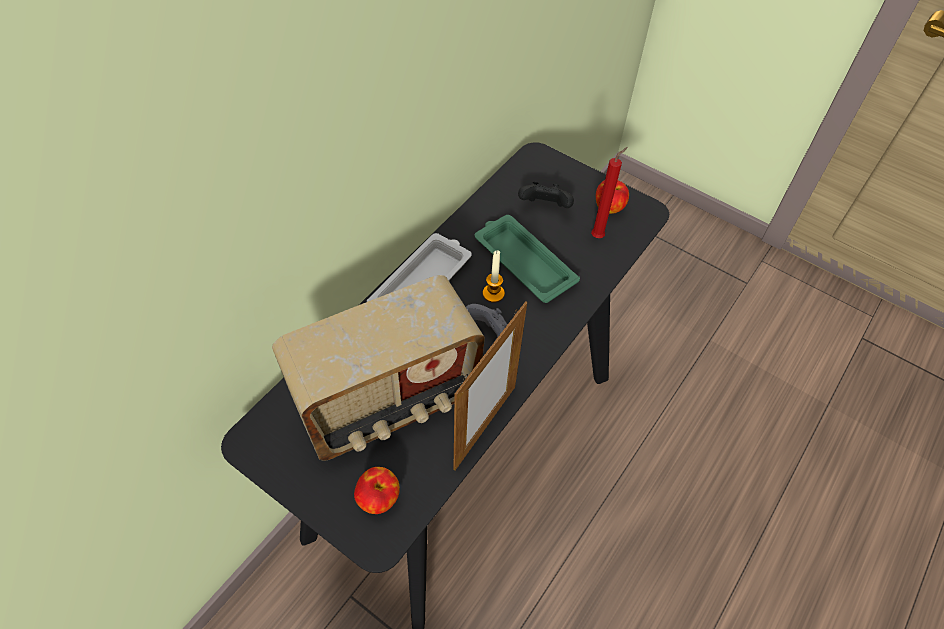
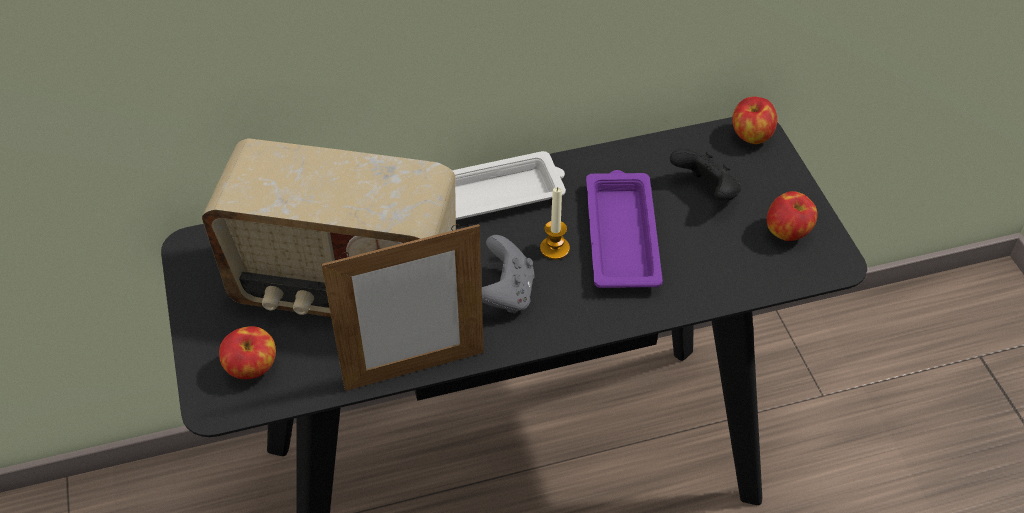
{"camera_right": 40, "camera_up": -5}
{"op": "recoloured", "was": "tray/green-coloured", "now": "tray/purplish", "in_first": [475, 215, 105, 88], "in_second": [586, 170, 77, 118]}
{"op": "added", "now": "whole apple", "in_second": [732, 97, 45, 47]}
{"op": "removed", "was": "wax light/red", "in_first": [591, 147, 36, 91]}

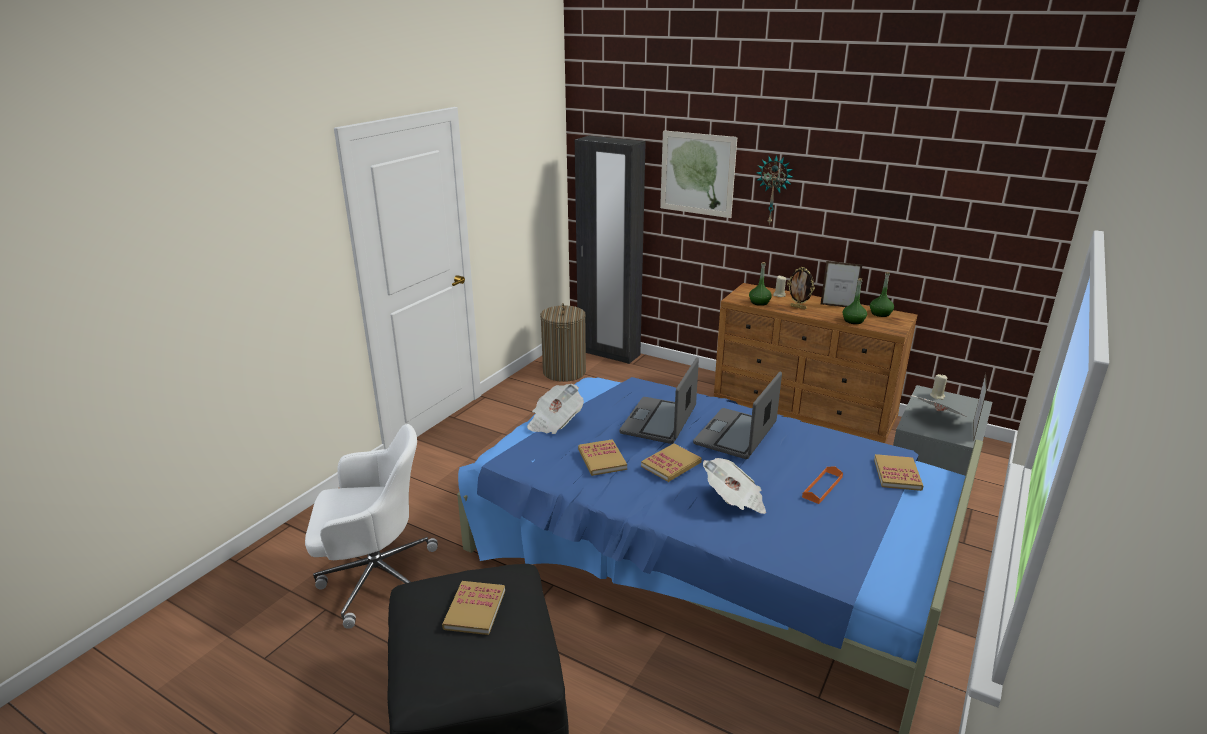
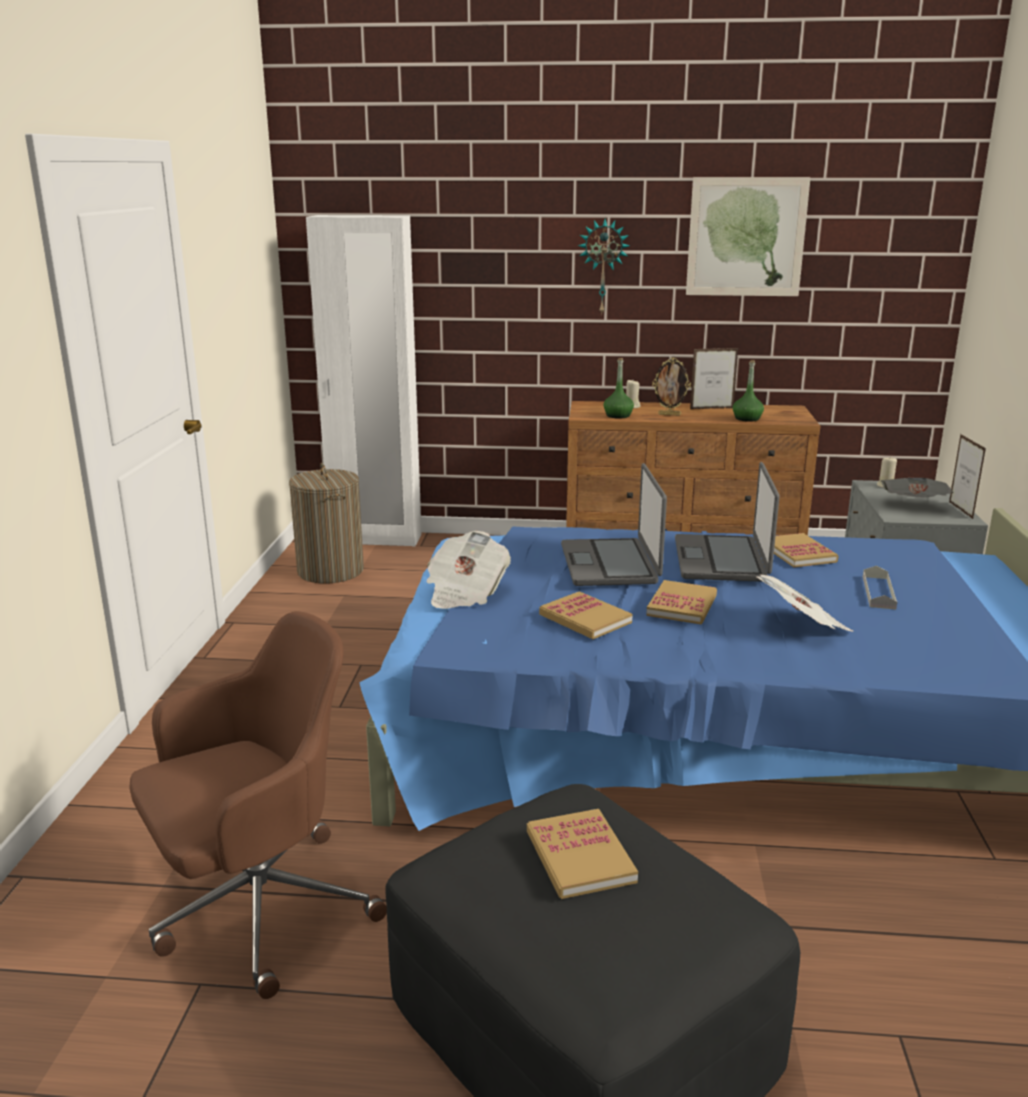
{"camera_right": -25, "camera_up": -5}
{"op": "recoloured", "was": "desk chair/white-coloured", "now": "desk chair/brownish", "in_first": [305, 424, 133, 205], "in_second": [129, 611, 258, 388]}
{"op": "recoloured", "was": "armoire/black", "now": "armoire/white-coloured", "in_first": [575, 136, 71, 228], "in_second": [306, 215, 116, 332]}
{"op": "moved", "was": "wall picture", "in_first": [660, 130, 77, 88], "in_second": [686, 177, 125, 119]}
{"op": "moved", "was": "volume", "in_first": [874, 454, 49, 37], "in_second": [774, 533, 65, 34]}
{"op": "recoloured", "was": "tray/orange-coloured", "now": "tray/gray", "in_first": [802, 466, 41, 38], "in_second": [863, 566, 34, 43]}
{"op": "removed", "was": "bottle/green-coloured", "in_first": [870, 272, 24, 45]}

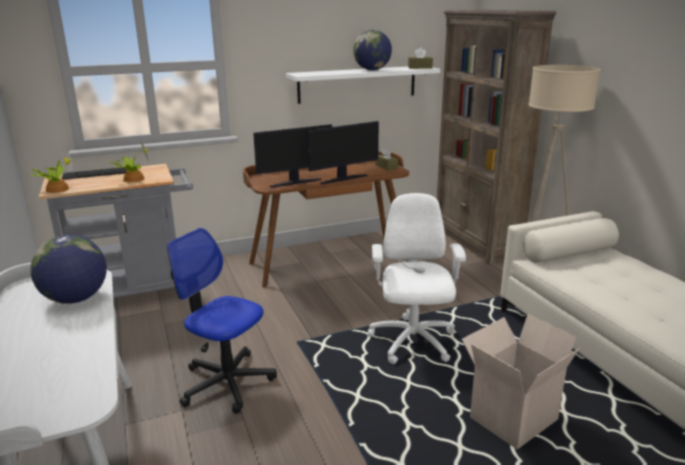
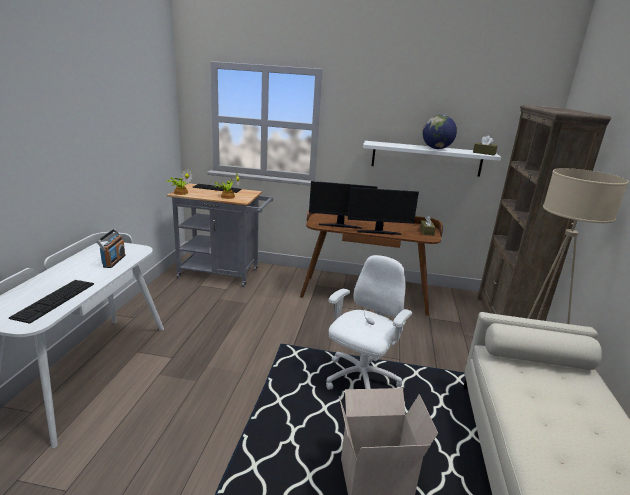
{"camera_right": 30, "camera_up": 0}
{"op": "added", "now": "computer keyboard", "in_second": [9, 280, 85, 44]}
{"op": "replaced", "was": "world globe", "now": "radio", "in_first": [30, 235, 77, 69], "in_second": [97, 229, 29, 39]}
{"op": "removed", "was": "desk chair", "in_first": [167, 228, 110, 186]}

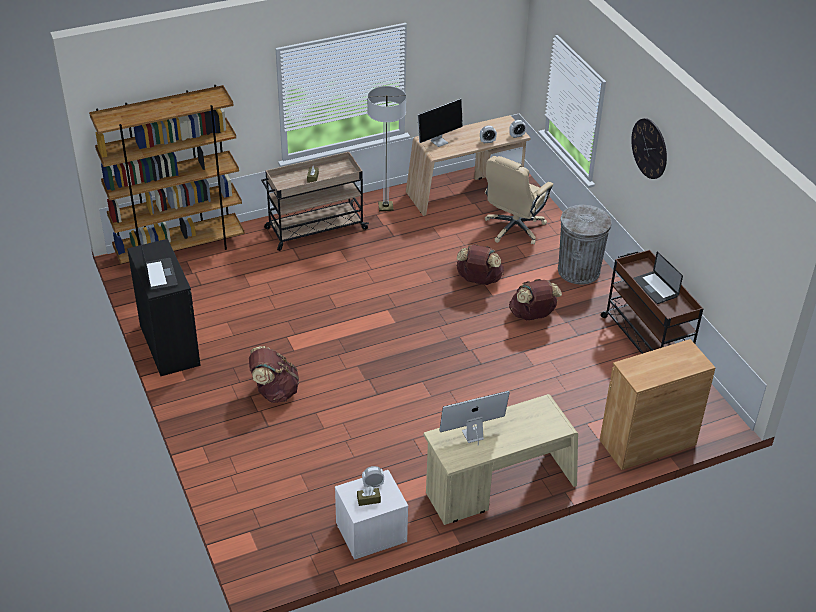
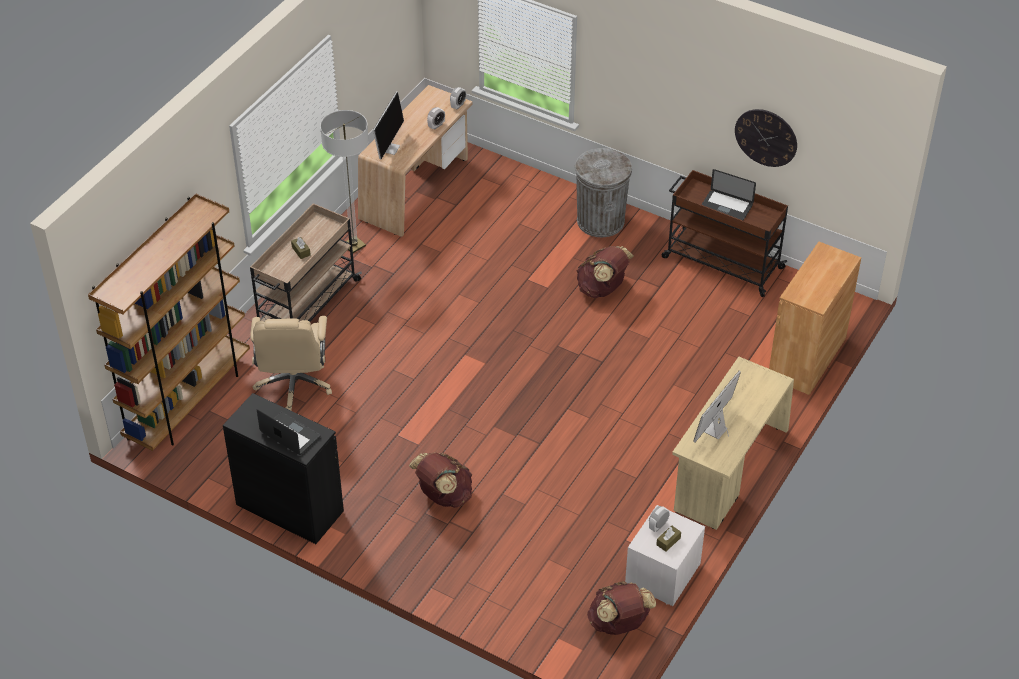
{"camera_right": -35, "camera_up": 5}
{"op": "moved", "was": "desk chair/sand-coloured", "in_first": [485, 156, 68, 89], "in_second": [250, 316, 82, 95]}
{"op": "moved", "was": "backpack/brownish", "in_first": [456, 244, 48, 41], "in_second": [587, 581, 69, 54]}
{"op": "moved", "was": "clock on the wall", "in_first": [631, 118, 36, 61], "in_second": [735, 109, 62, 58]}

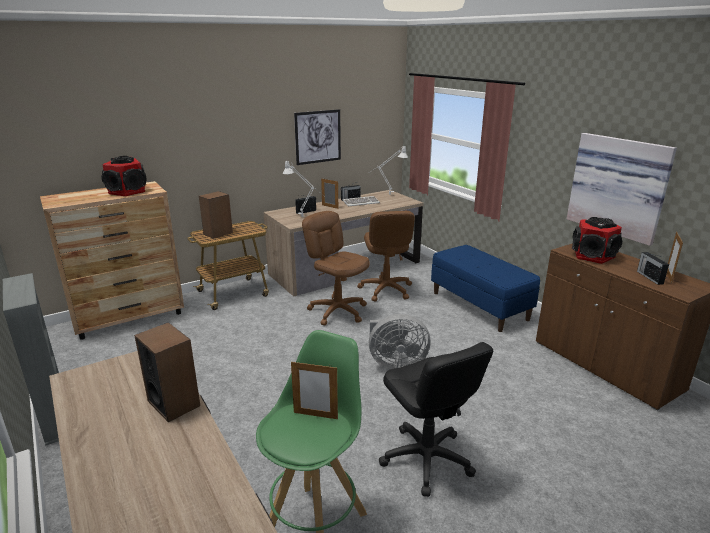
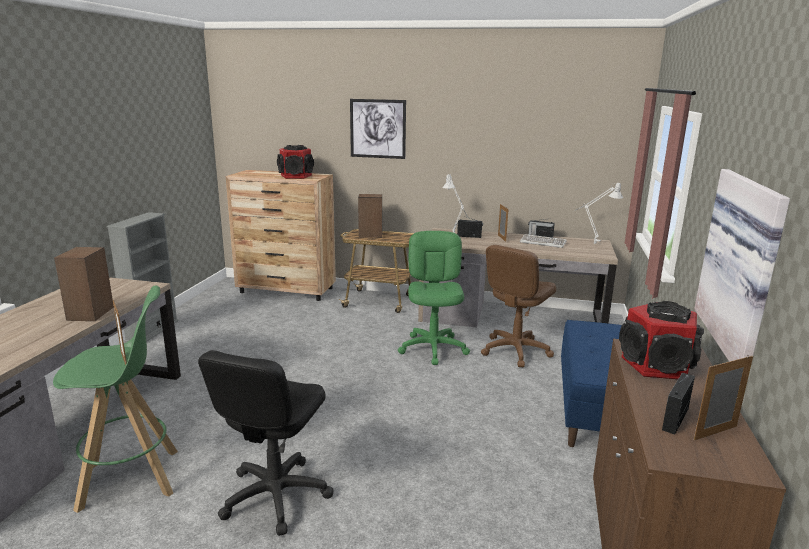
{"camera_right": 45, "camera_up": -5}
{"op": "moved", "was": "wall picture", "in_first": [294, 109, 47, 56], "in_second": [350, 99, 56, 60]}
{"op": "recoloured", "was": "desk chair/brownish", "now": "desk chair/green-coloured", "in_first": [302, 211, 68, 114], "in_second": [398, 231, 72, 134]}
{"op": "removed", "was": "electric fan/gray", "in_first": [369, 314, 61, 55]}

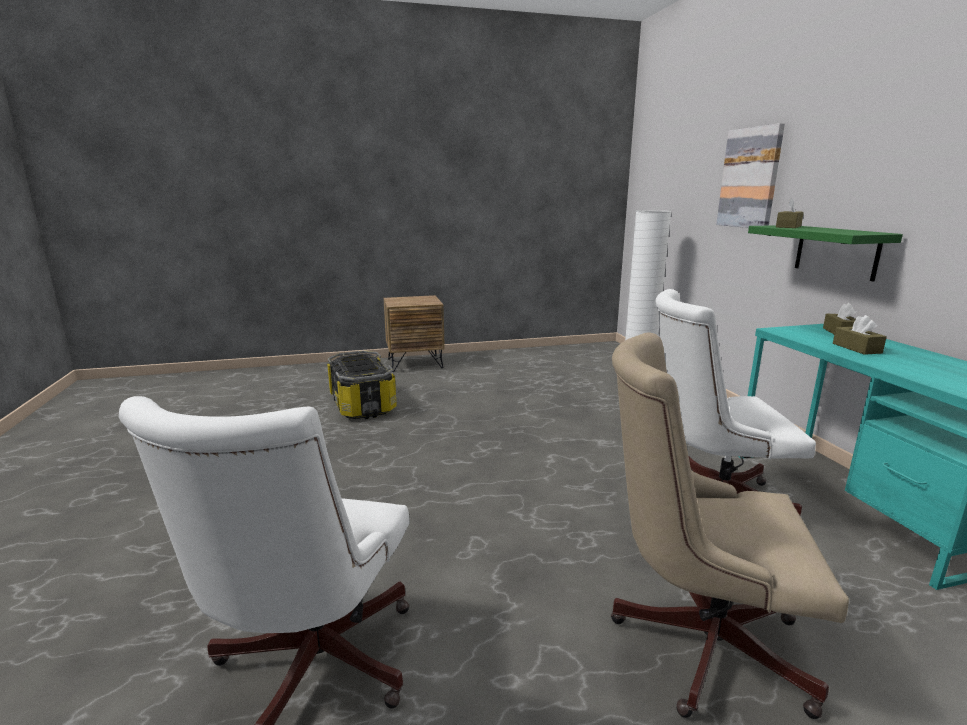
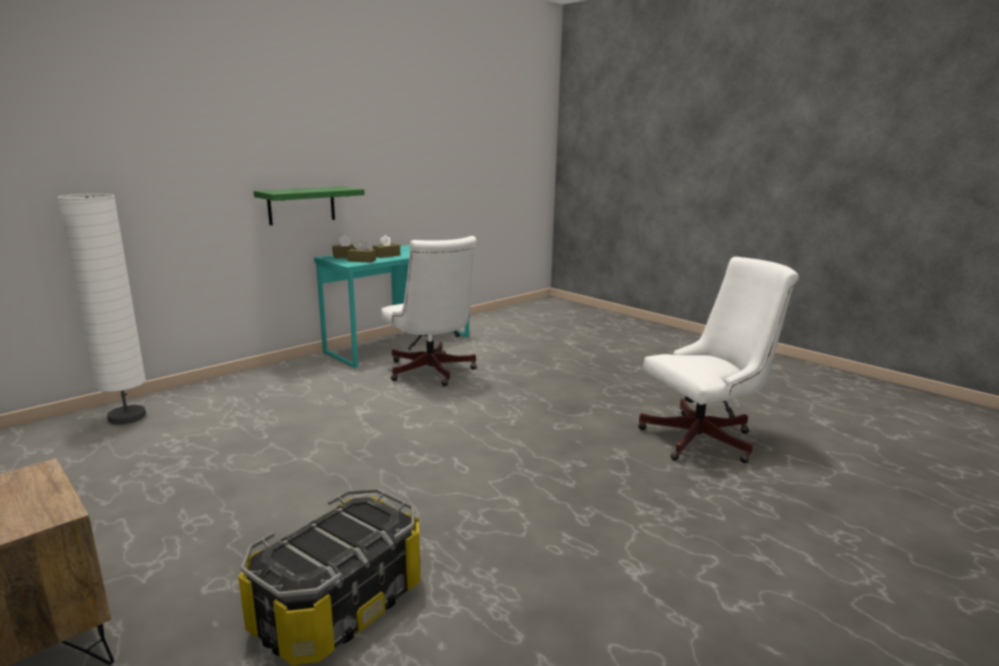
{"camera_right": -120, "camera_up": 0}
{"op": "moved", "was": "tissue holder/brownish", "in_first": [776, 198, 28, 30], "in_second": [347, 239, 29, 24]}
{"op": "removed", "was": "desk chair/sand-coloured", "in_first": [611, 332, 238, 387]}
{"op": "removed", "was": "wall picture", "in_first": [716, 123, 69, 105]}

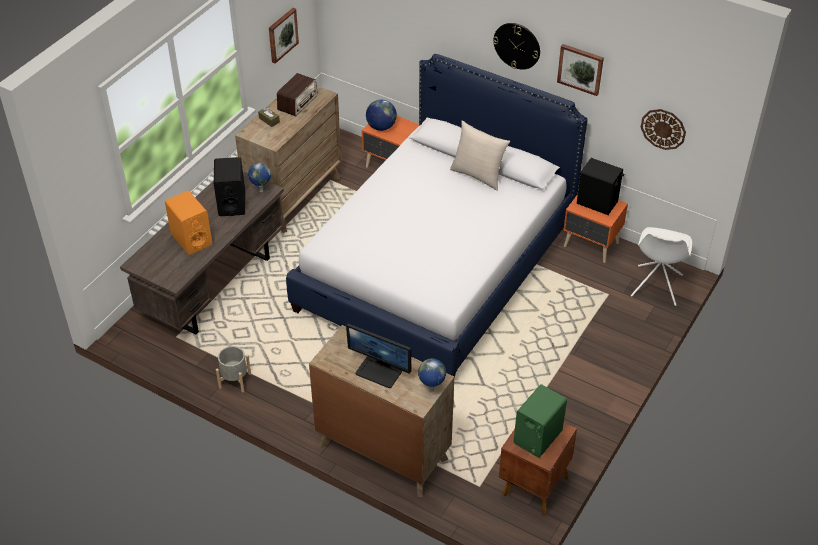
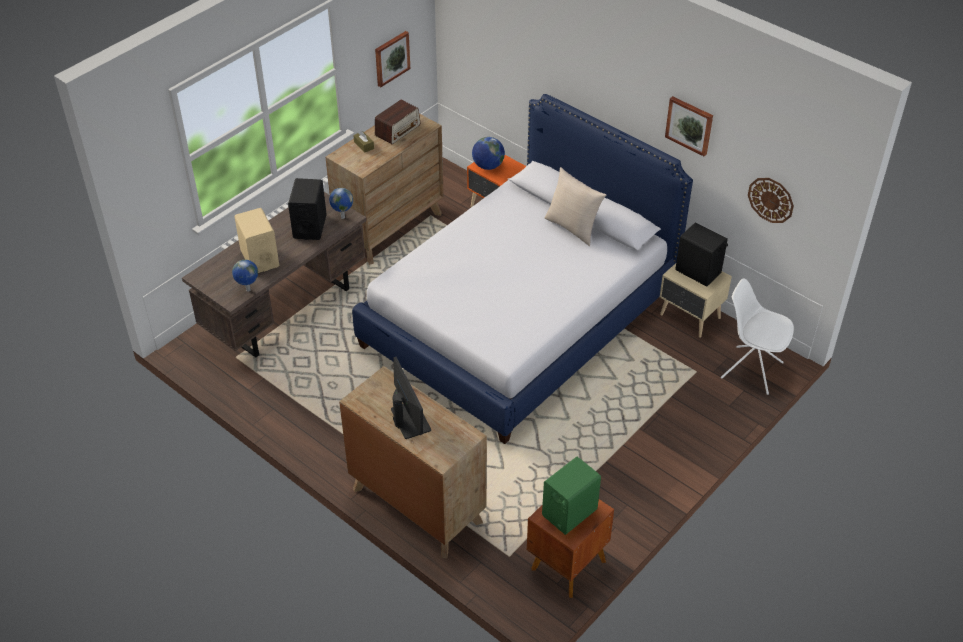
{"camera_right": 10, "camera_up": 0}
{"op": "moved", "was": "world globe", "in_first": [418, 359, 28, 33], "in_second": [232, 260, 26, 32]}
{"op": "recoloured", "was": "audio speaker/orange-coloured", "now": "audio speaker/sand-coloured", "in_first": [165, 191, 47, 64], "in_second": [234, 208, 45, 65]}
{"op": "turned", "was": "computer screen", "in_first": [346, 324, 65, 64], "in_second": [391, 357, 40, 82], "clockwise": -150}
{"op": "recoloured", "was": "night table/orange-coloured", "now": "night table/sand-coloured", "in_first": [564, 194, 64, 69], "in_second": [660, 263, 72, 75]}
{"op": "turned", "was": "chair/white-coloured", "in_first": [631, 227, 61, 79], "in_second": [721, 279, 73, 116], "clockwise": 90}
{"op": "removed", "was": "plant pot/gray", "in_first": [216, 346, 35, 47]}
{"op": "removed", "was": "clock on the wall", "in_first": [493, 23, 47, 47]}

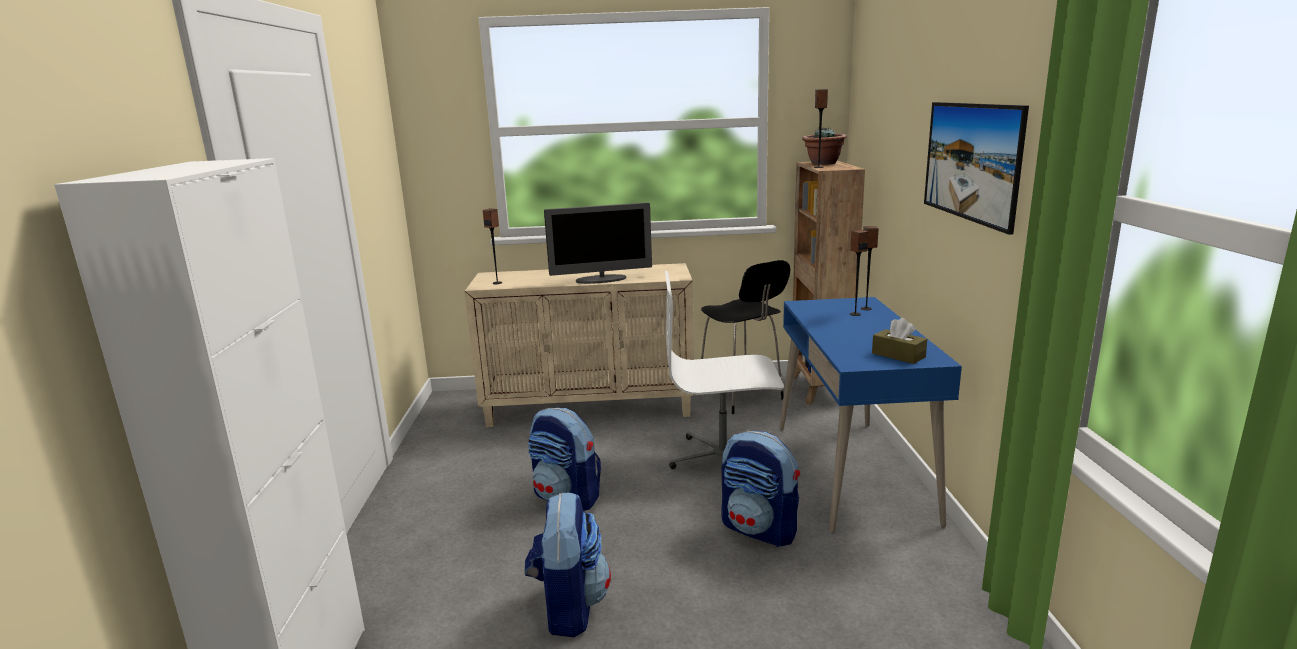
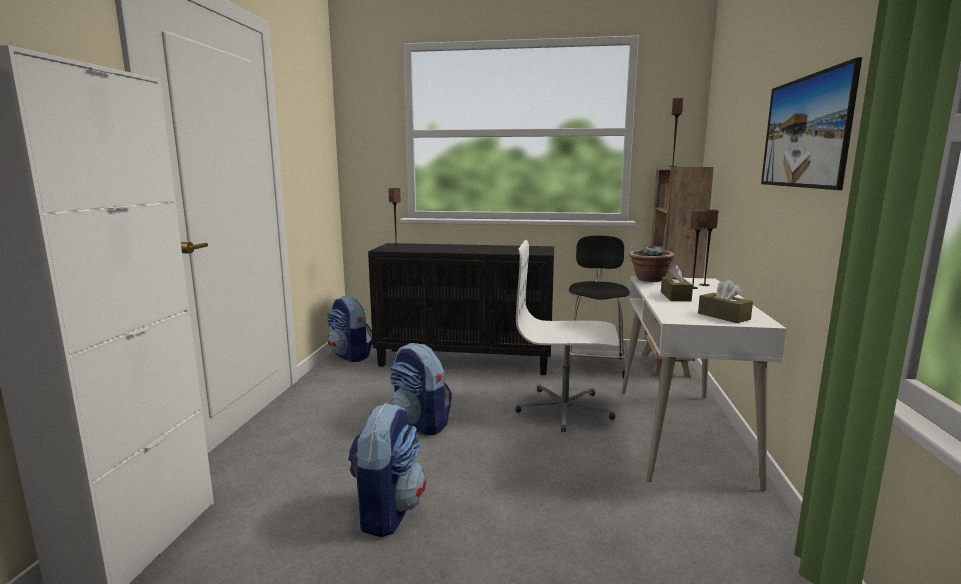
{"camera_right": 10, "camera_up": -5}
{"op": "moved", "was": "backpack", "in_first": [722, 431, 78, 116], "in_second": [327, 296, 45, 67]}
{"op": "recoloured", "was": "cabinet/sand-coloured", "now": "cabinet/black", "in_first": [465, 263, 230, 164], "in_second": [368, 243, 186, 132]}
{"op": "turned", "was": "chair/black", "in_first": [701, 260, 89, 154], "in_second": [569, 236, 61, 142], "clockwise": -150}
{"op": "recoloured", "was": "desk table/blue", "now": "desk table/white-coloured", "in_first": [779, 297, 183, 236], "in_second": [622, 276, 165, 215]}
{"op": "moved", "was": "plant in a pot", "in_first": [802, 127, 45, 38], "in_second": [629, 244, 46, 38]}
{"op": "added", "now": "tissue holder/brownish", "in_second": [661, 265, 32, 36]}
{"op": "removed", "was": "computer screen", "in_first": [544, 202, 108, 82]}

